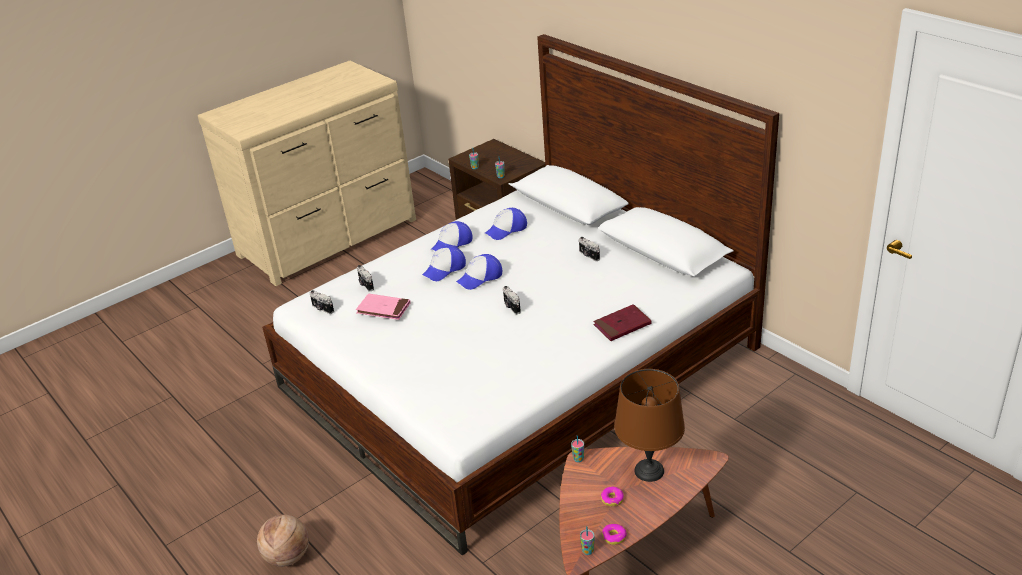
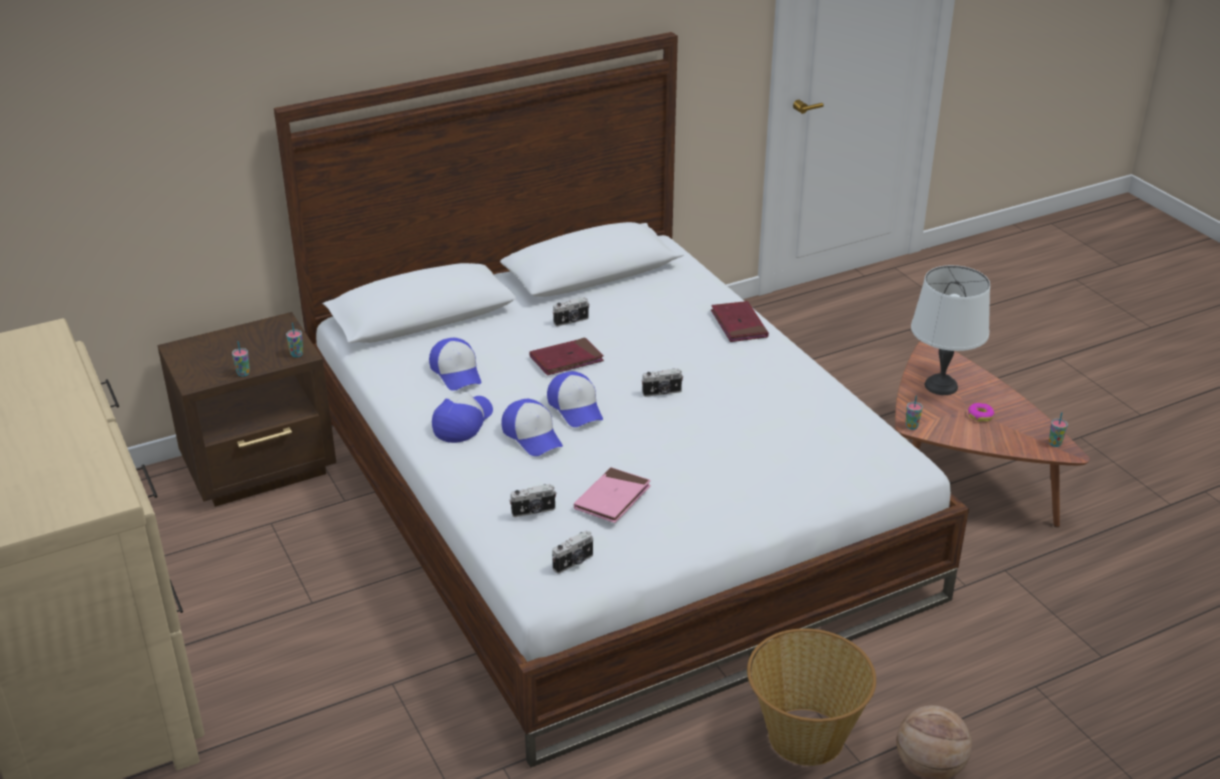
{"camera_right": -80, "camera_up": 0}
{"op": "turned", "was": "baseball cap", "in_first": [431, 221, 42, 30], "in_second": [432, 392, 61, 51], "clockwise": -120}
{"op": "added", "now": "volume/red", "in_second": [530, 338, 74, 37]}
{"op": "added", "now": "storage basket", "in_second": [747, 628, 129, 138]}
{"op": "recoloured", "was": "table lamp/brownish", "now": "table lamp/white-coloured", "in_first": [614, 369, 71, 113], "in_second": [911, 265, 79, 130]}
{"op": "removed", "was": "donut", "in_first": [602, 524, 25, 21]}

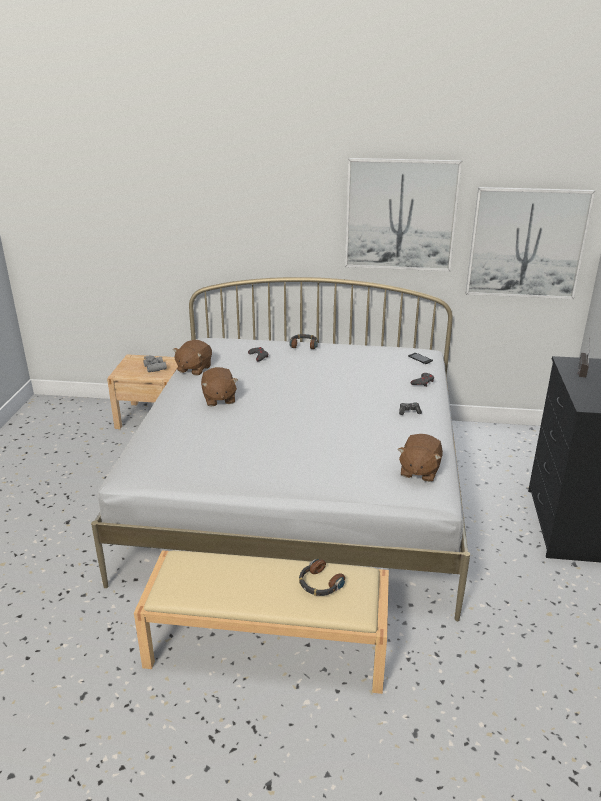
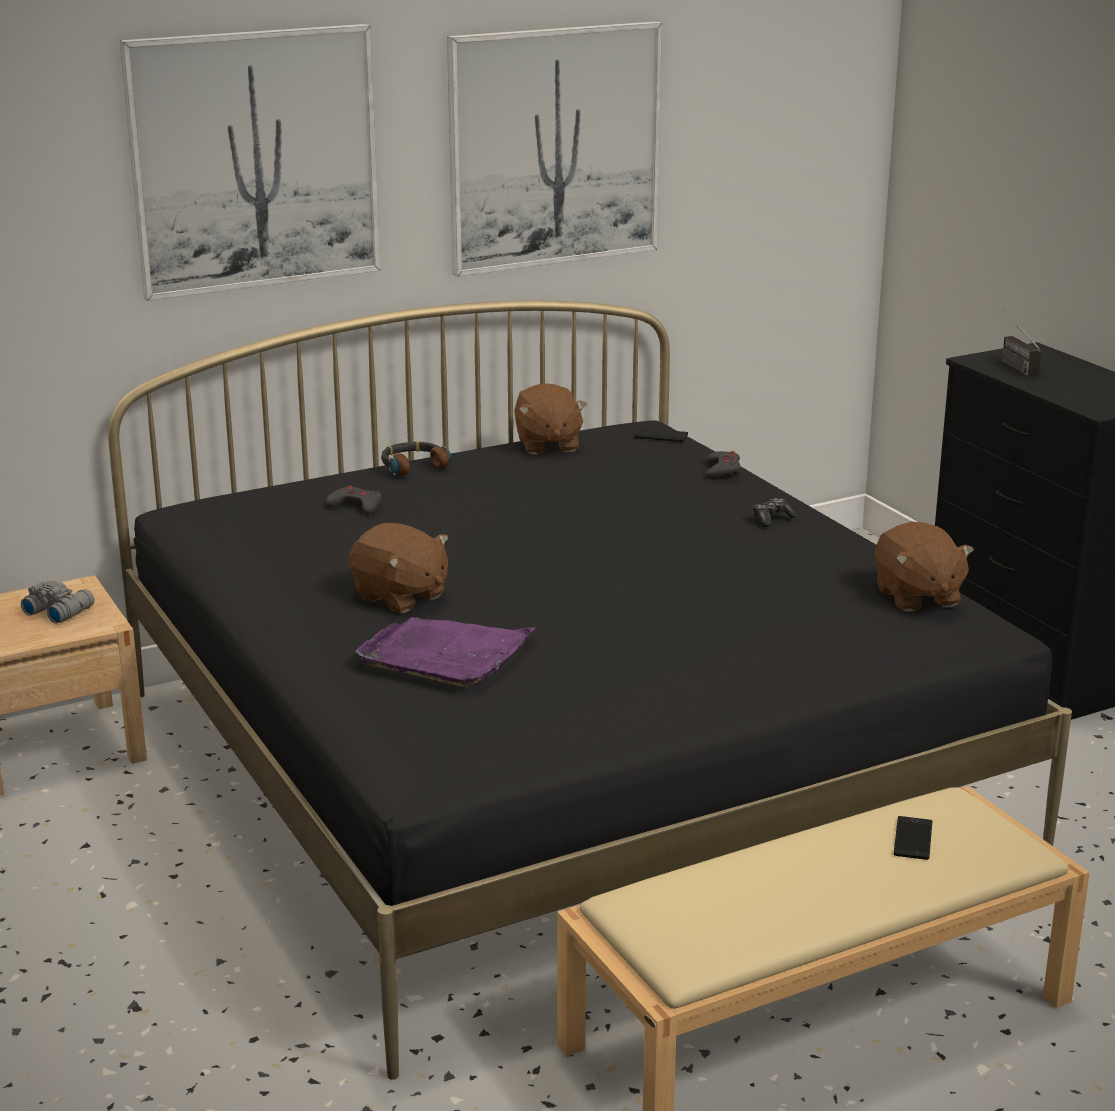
{"camera_right": -35, "camera_up": -5}
{"op": "recoloured", "was": "bed/white-coloured", "now": "bed/black", "in_first": [91, 277, 379, 344], "in_second": [108, 300, 964, 780]}
{"op": "moved", "was": "wall picture", "in_first": [466, 187, 129, 112], "in_second": [120, 24, 260, 277]}
{"op": "added", "now": "tray/purplish", "in_second": [355, 617, 182, 70]}
{"op": "moved", "was": "soft toy/brownish", "in_first": [173, 340, 39, 36], "in_second": [514, 383, 73, 72]}
{"op": "replaced", "was": "headset", "now": "phone", "in_first": [299, 559, 46, 37], "in_second": [894, 816, 38, 44]}

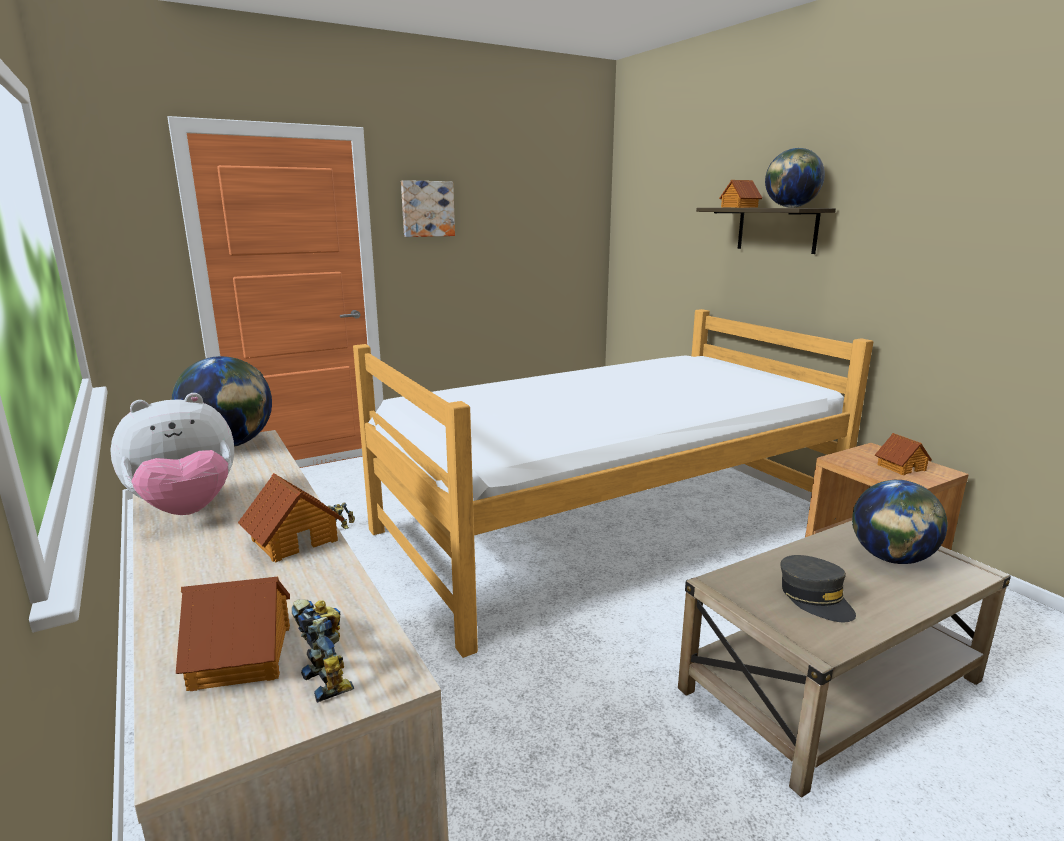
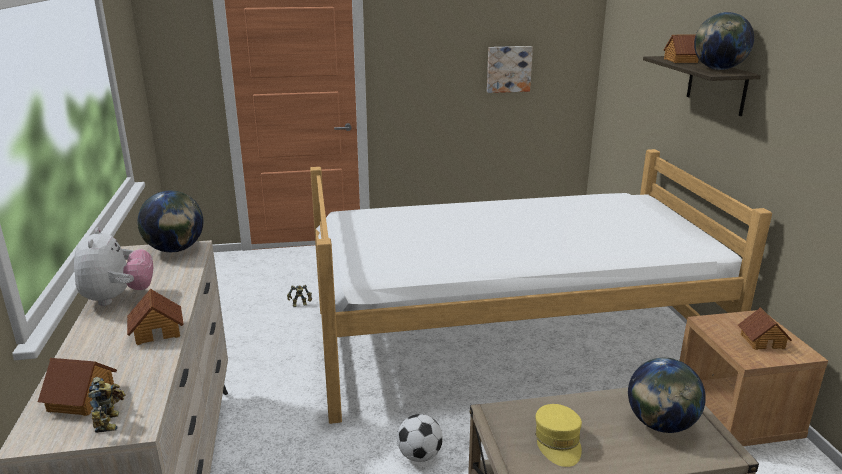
{"camera_right": 20, "camera_up": 5}
{"op": "turned", "was": "soft toy", "in_first": [110, 393, 124, 122], "in_second": [74, 227, 79, 79], "clockwise": -90}
{"op": "added", "now": "football ball", "in_second": [397, 414, 46, 48]}
{"op": "moved", "was": "wall picture", "in_first": [401, 180, 54, 57], "in_second": [487, 46, 46, 47]}
{"op": "recoloured", "was": "baseball cap/gray", "now": "baseball cap/yellow", "in_first": [780, 555, 76, 67], "in_second": [535, 404, 47, 63]}

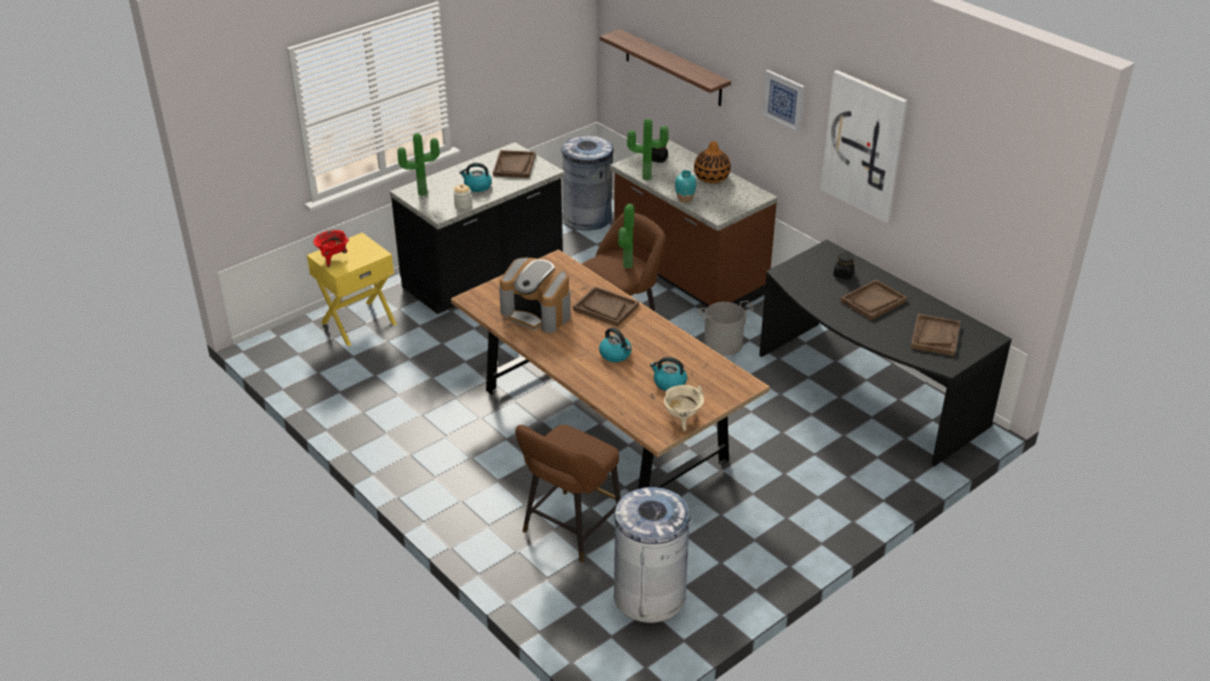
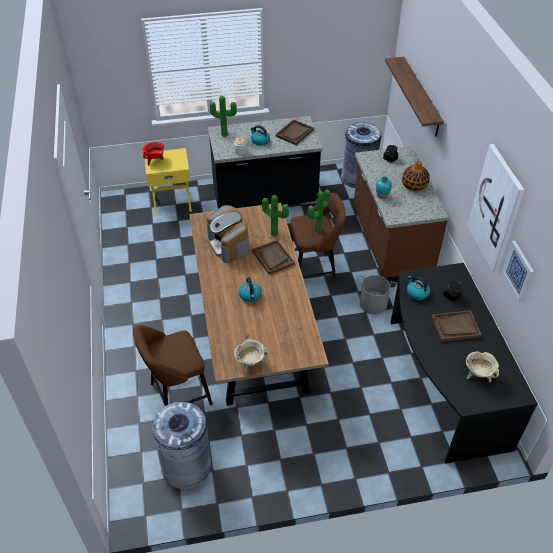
{"camera_right": 30, "camera_up": 10}
{"op": "moved", "was": "plant in a pot", "in_first": [627, 119, 41, 61], "in_second": [262, 195, 27, 42]}
{"op": "moved", "was": "tea kettle", "in_first": [650, 357, 37, 34], "in_second": [407, 276, 23, 24]}
{"op": "replaced", "was": "tray/brownish", "now": "saucepot/sand-coloured", "in_first": [911, 314, 49, 42], "in_second": [466, 352, 33, 31]}
{"op": "moved", "was": "wall picture", "in_first": [762, 70, 43, 63], "in_second": [502, 241, 32, 61]}

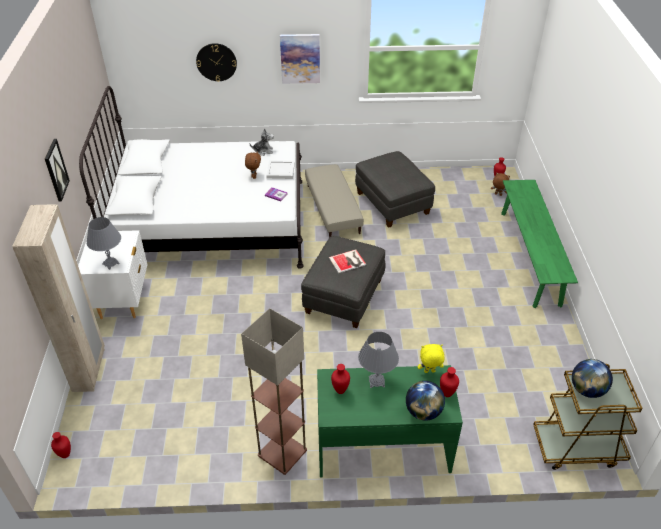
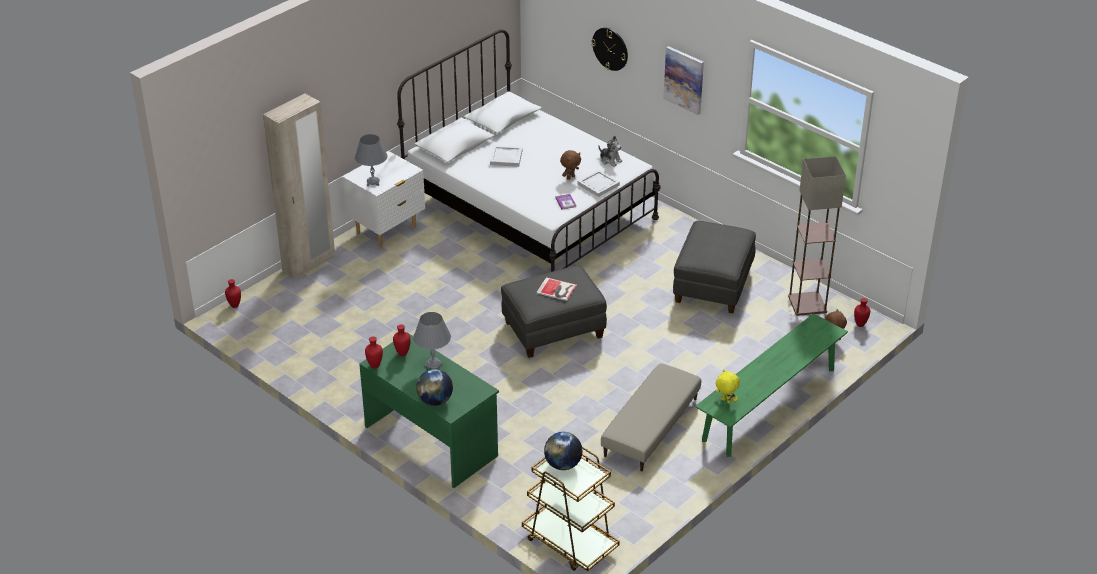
{"camera_right": 45, "camera_up": -5}
{"op": "moved", "was": "flower vase/red", "in_first": [440, 367, 19, 30], "in_second": [365, 336, 18, 33]}
{"op": "added", "now": "tray/white-coloured", "in_second": [490, 146, 32, 21]}
{"op": "moved", "was": "ottoman/sand-coloured", "in_first": [305, 164, 59, 74], "in_second": [601, 363, 100, 108]}
{"op": "moved", "was": "soft toy/yellow", "in_first": [418, 344, 26, 29], "in_second": [716, 369, 24, 35]}
{"op": "moved", "was": "standard lamp", "in_first": [241, 308, 66, 167], "in_second": [788, 156, 58, 160]}
{"op": "removed", "was": "wall picture", "in_first": [45, 139, 25, 62]}

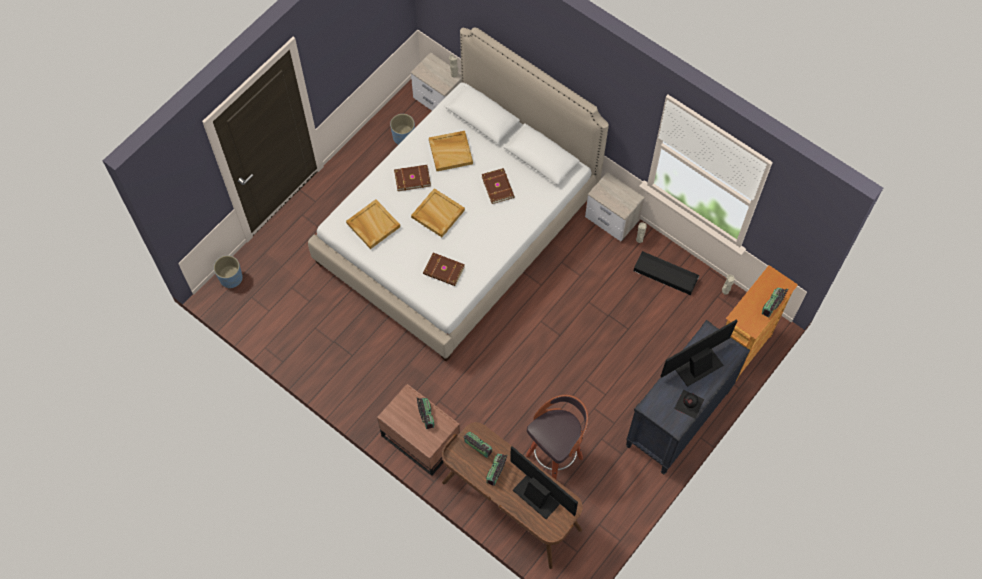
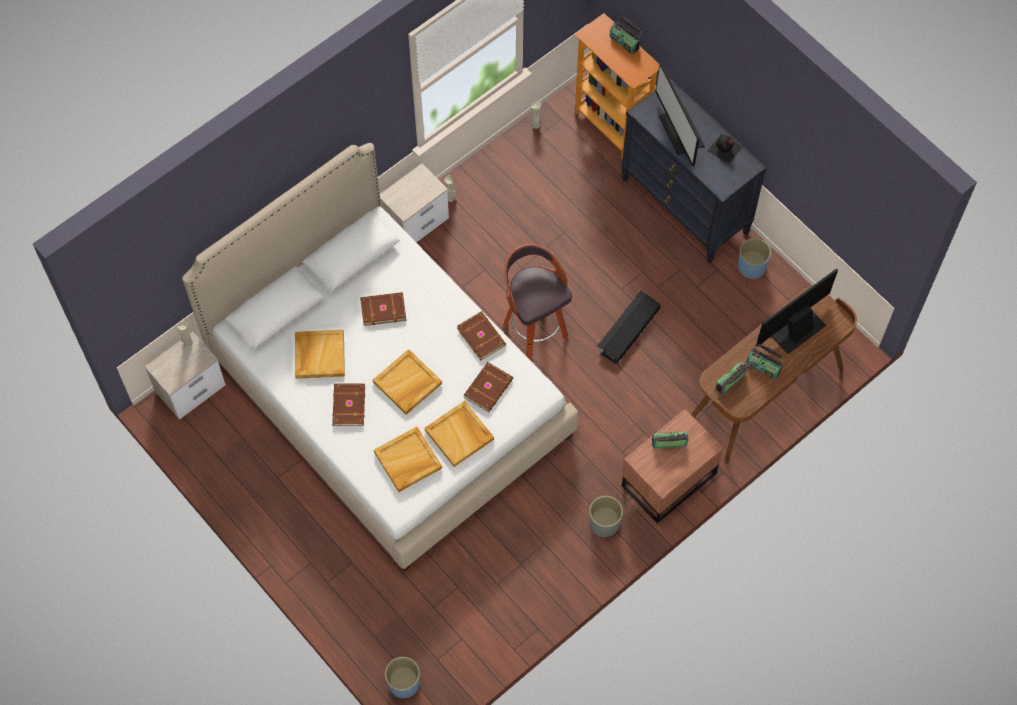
{"camera_right": -80, "camera_up": 0}
{"op": "added", "now": "tray/sand-coloured", "in_second": [425, 401, 69, 66]}
{"op": "added", "now": "volume/brownish", "in_second": [457, 311, 49, 49]}
{"op": "moved", "was": "sitting stool", "in_first": [526, 395, 62, 85], "in_second": [503, 244, 69, 116]}
{"op": "added", "now": "plant pot/gray", "in_second": [589, 496, 34, 41]}
{"op": "moved", "was": "storage bin/black", "in_first": [634, 251, 66, 44], "in_second": [597, 291, 64, 74]}
{"op": "moved", "was": "plant pot/blue", "in_first": [390, 114, 25, 31], "in_second": [738, 238, 33, 41]}

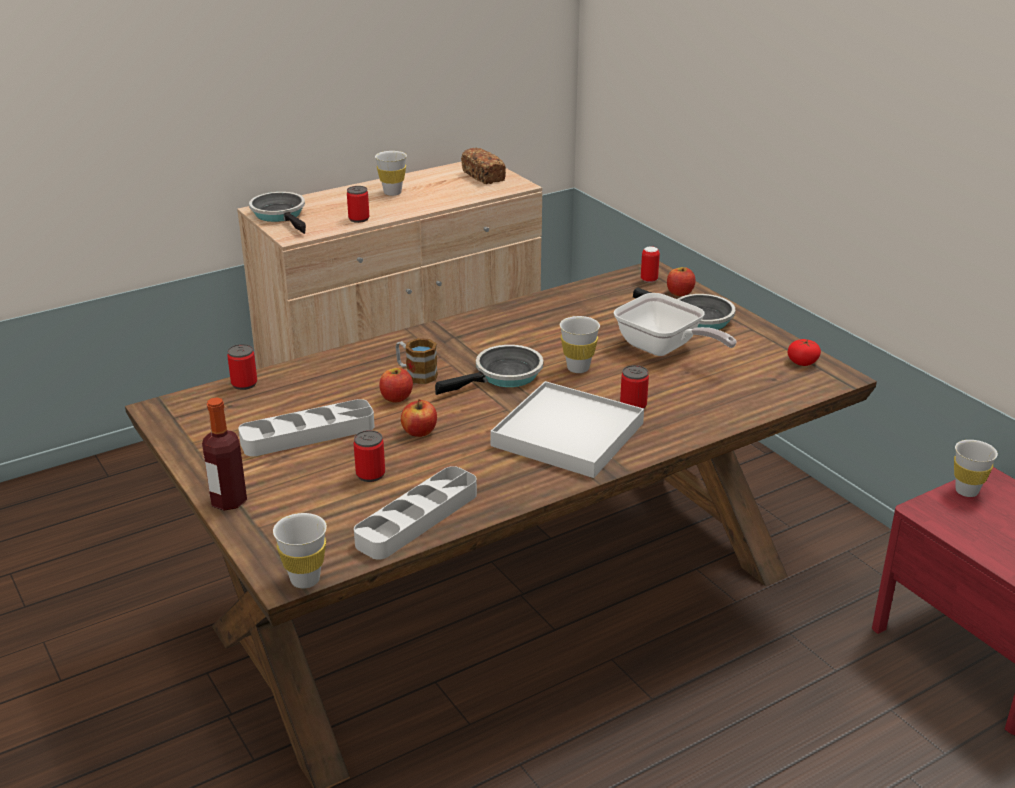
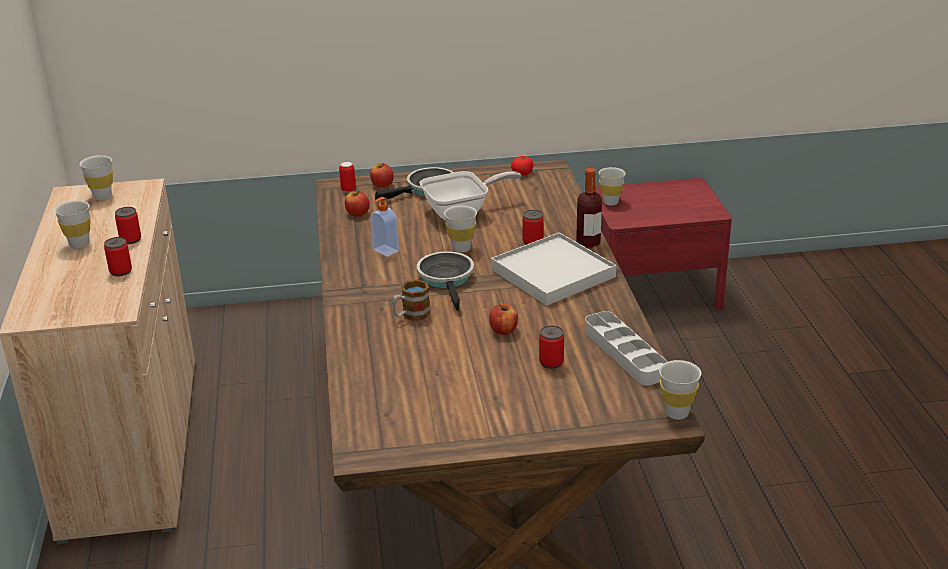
{"camera_right": -65, "camera_up": 0}
{"op": "replaced", "was": "baked bread", "now": "drinking cup/white-coloured", "in_first": [461, 148, 45, 36], "in_second": [79, 155, 34, 45]}
{"op": "moved", "was": "can", "in_first": [227, 344, 30, 46], "in_second": [115, 207, 26, 37]}
{"op": "moved", "was": "whole apple", "in_first": [380, 368, 33, 34], "in_second": [345, 191, 25, 25]}
{"op": "added", "now": "soap bottle", "in_second": [370, 197, 29, 60]}
{"op": "moved", "was": "bottle", "in_first": [202, 397, 45, 114], "in_second": [576, 168, 26, 80]}
{"op": "removed", "was": "tray/gray", "in_first": [238, 399, 137, 57]}
{"op": "removed", "was": "skillet", "in_first": [249, 192, 57, 42]}

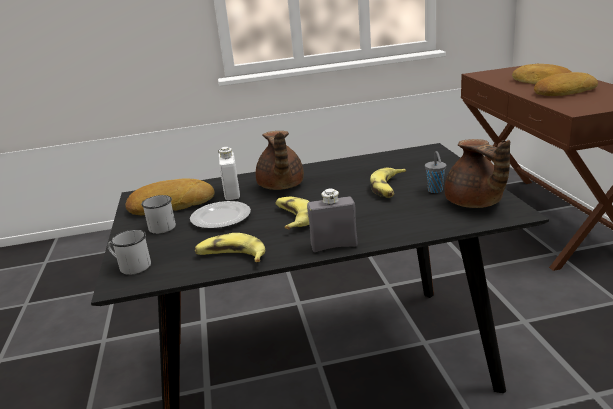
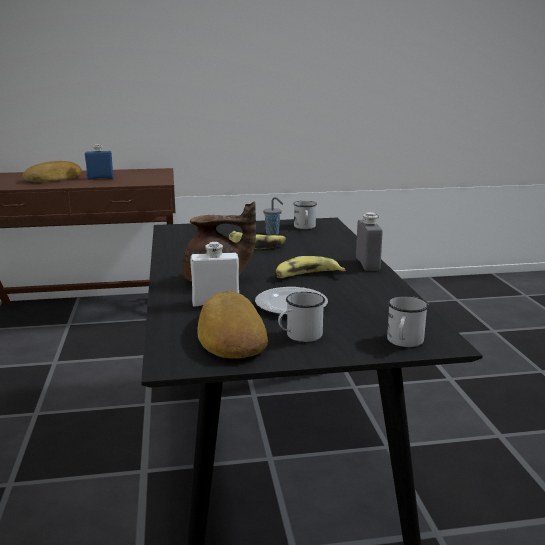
{"camera_right": -90, "camera_up": -5}
{"op": "replaced", "was": "baked bread", "now": "bottle/blue", "in_first": [534, 72, 64, 24], "in_second": [85, 144, 29, 36]}
{"op": "replaced", "was": "tea pot/brownish", "now": "tea mug/white-coloured", "in_first": [445, 139, 65, 69], "in_second": [293, 201, 24, 28]}
{"op": "removed", "was": "banana fruit", "in_first": [195, 233, 70, 29]}

